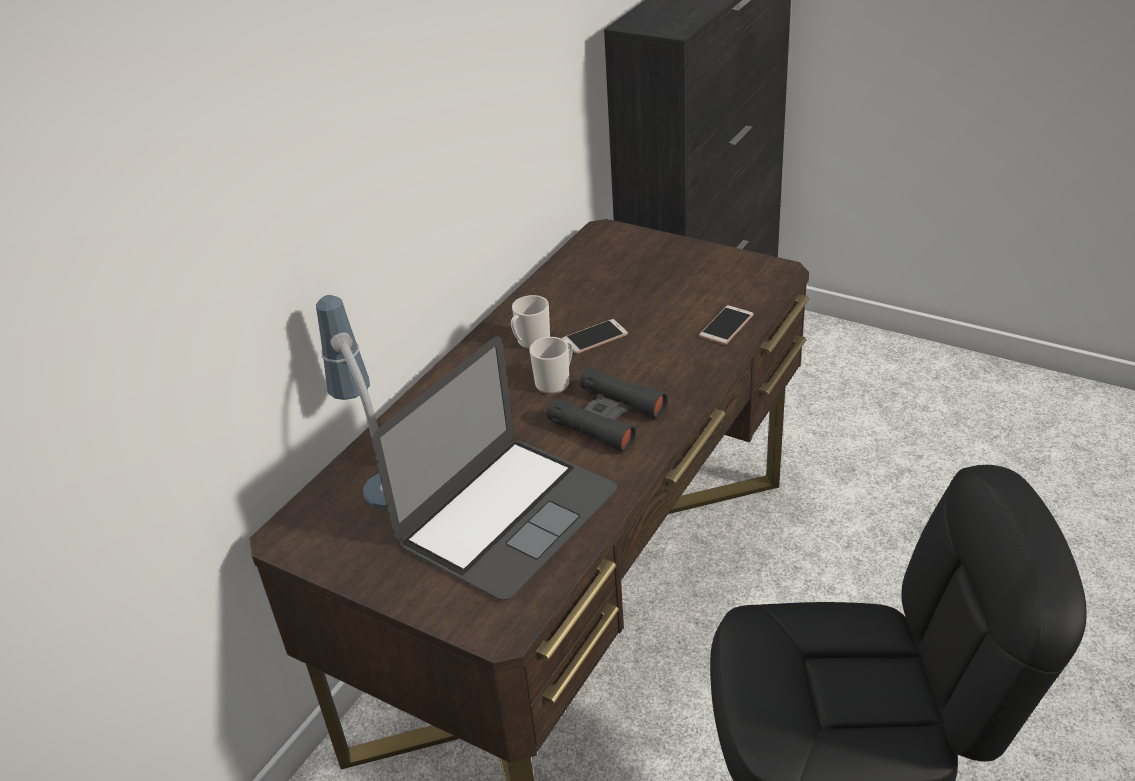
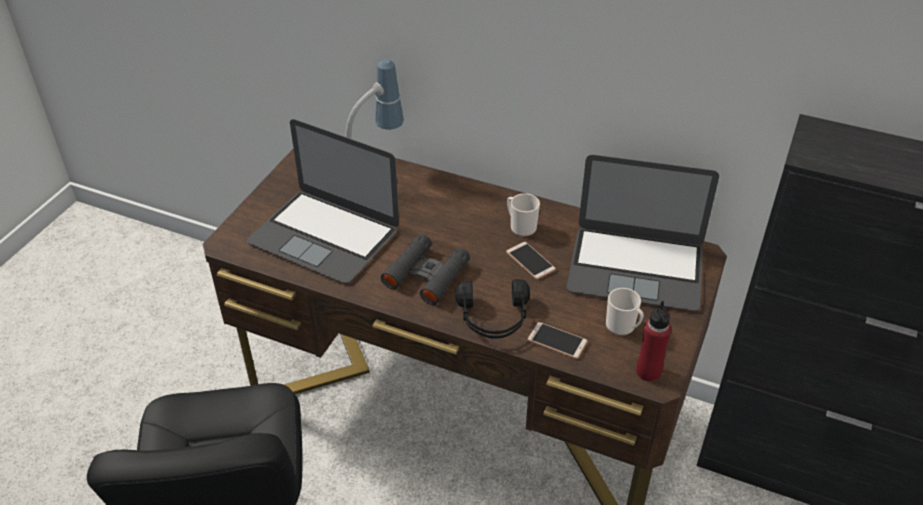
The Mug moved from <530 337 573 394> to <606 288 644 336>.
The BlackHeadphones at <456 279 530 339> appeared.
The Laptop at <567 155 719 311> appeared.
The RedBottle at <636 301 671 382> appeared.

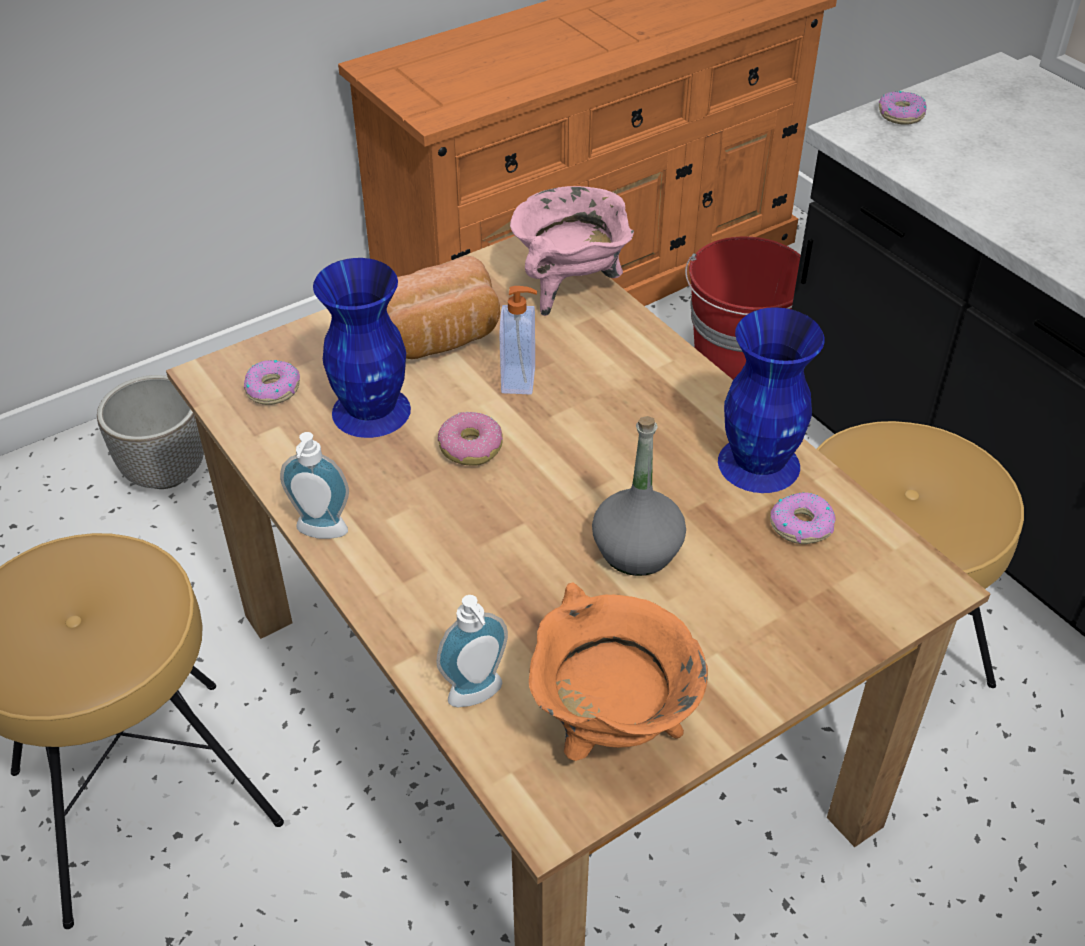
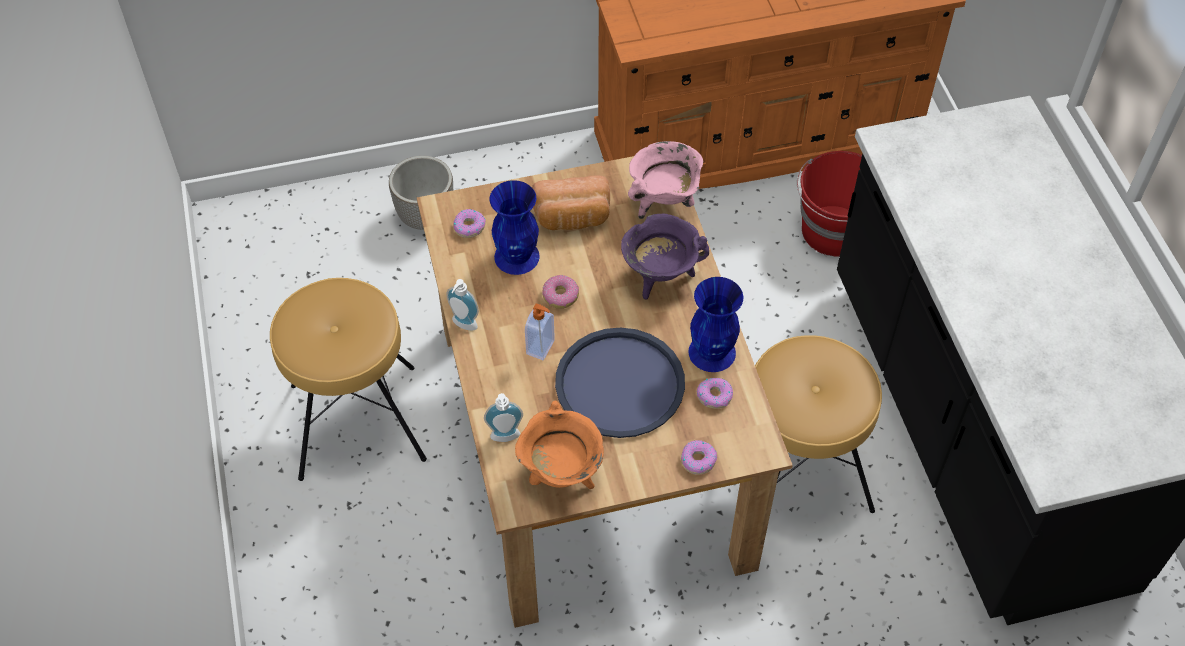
The SoapDispenser moved from <500 286 537 395> to <525 304 555 360>.
The GreyBottle at <592 416 686 576> was replaced by the BlueTray at <555 328 685 438>.
The Donut moved from <879 91 927 125> to <681 440 717 475>.
The PurpleCookingPot at <621 214 709 300> appeared.

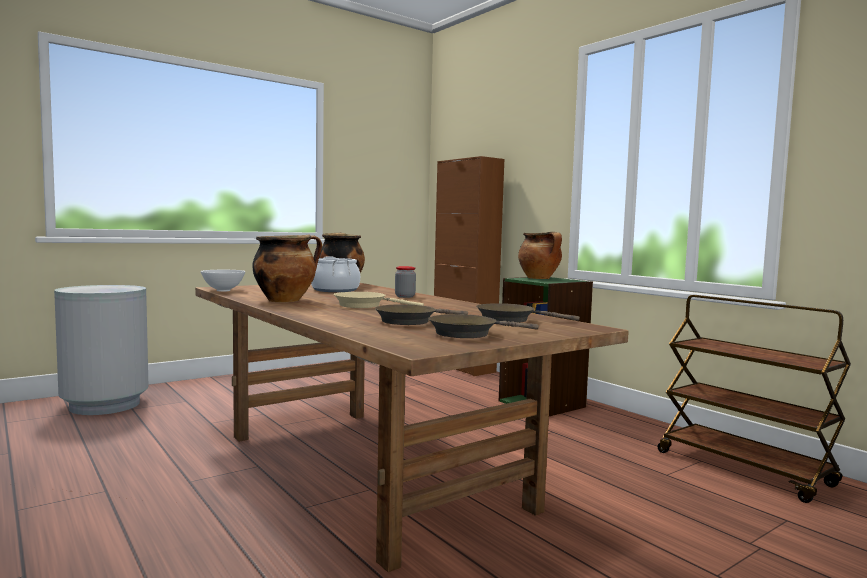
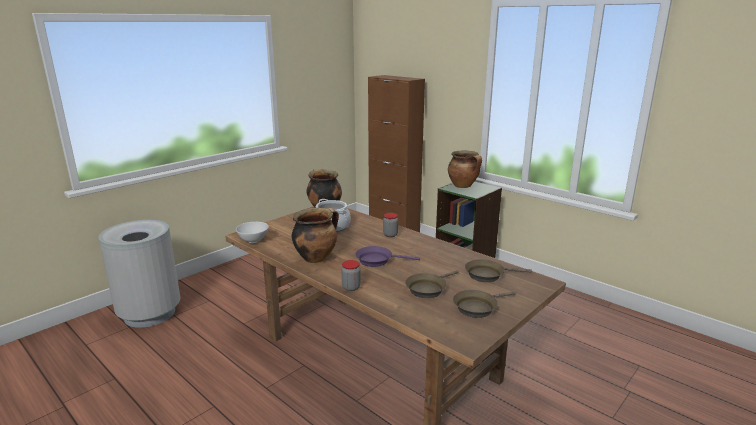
The BeigeFryingPan at <334 292 424 308> became the PurpleFryingPan at <355 246 420 267>.
The BrownCart at <658 295 851 503> disappeared.
The Jar at <341 260 361 291> appeared.

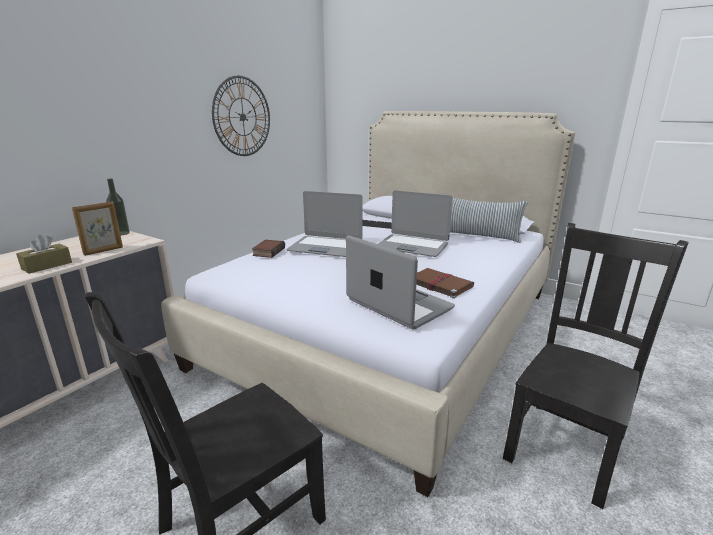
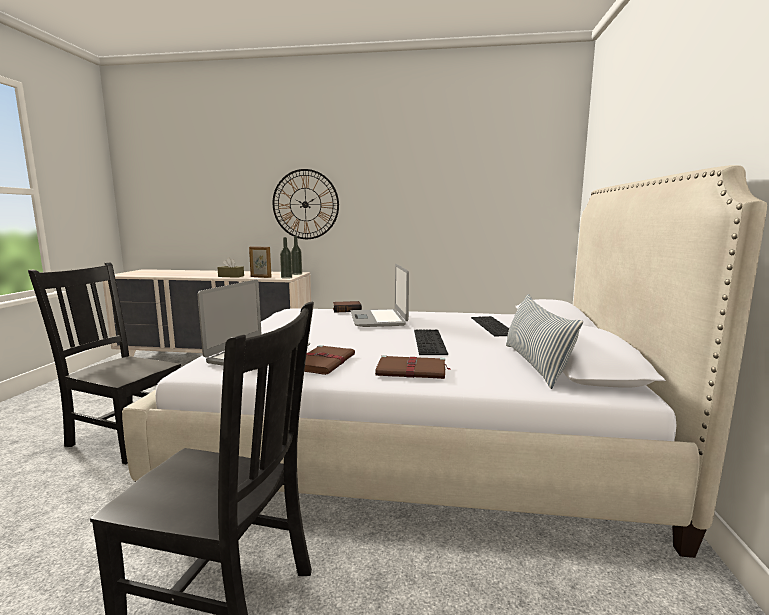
The WallClock moved from <212 76 270 156> to <273 169 339 239>.
The Laptop at <378 190 453 257> was replaced by the Keyboard at <414 329 448 355>.
The Bottle at <280 237 292 279> appeared.
The BrownBook at <375 355 451 379> appeared.

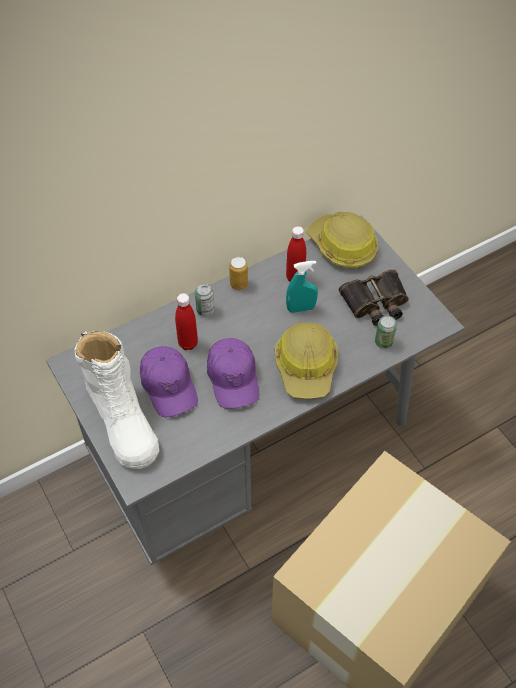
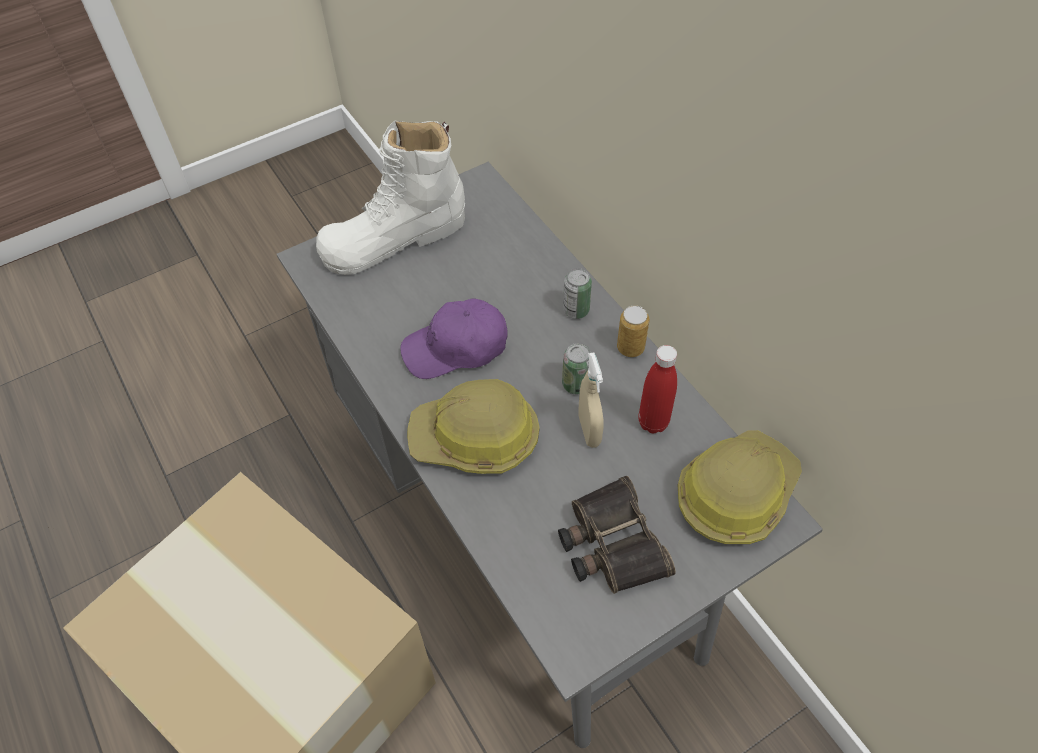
The PurpleCap at <140 346 198 417> disappeared.
The RedBottle at <175 293 198 350> disappeared.
The TurquoiseSprayBottle at <286 261 318 313> became the BeigeSprayBottle at <579 353 604 448>.
The Can moved from <375 315 397 349> to <562 343 591 394>.

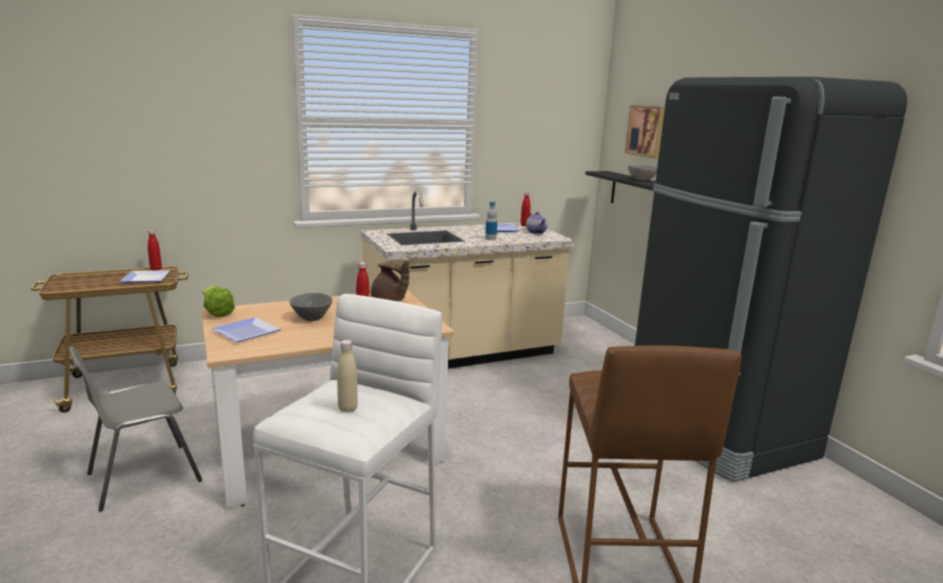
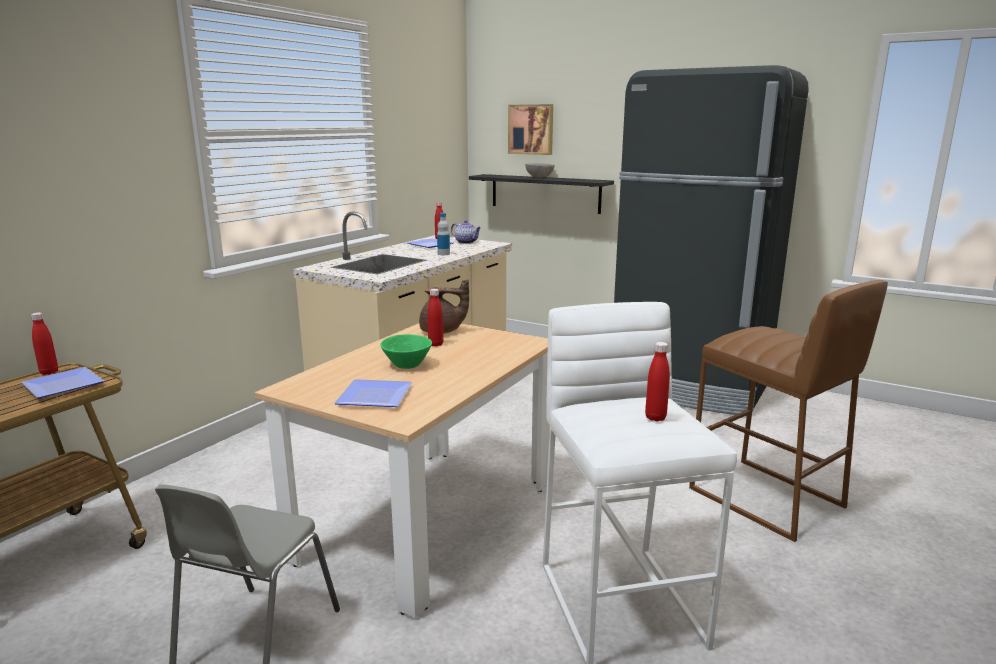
The Lettuce at <203 286 235 317> disappeared.
The GreyBowl at <289 293 333 321> became the GreenBowl at <380 334 432 369>.
The BeigeBottle at <337 340 358 413> became the RedBottle at <645 342 670 421>.

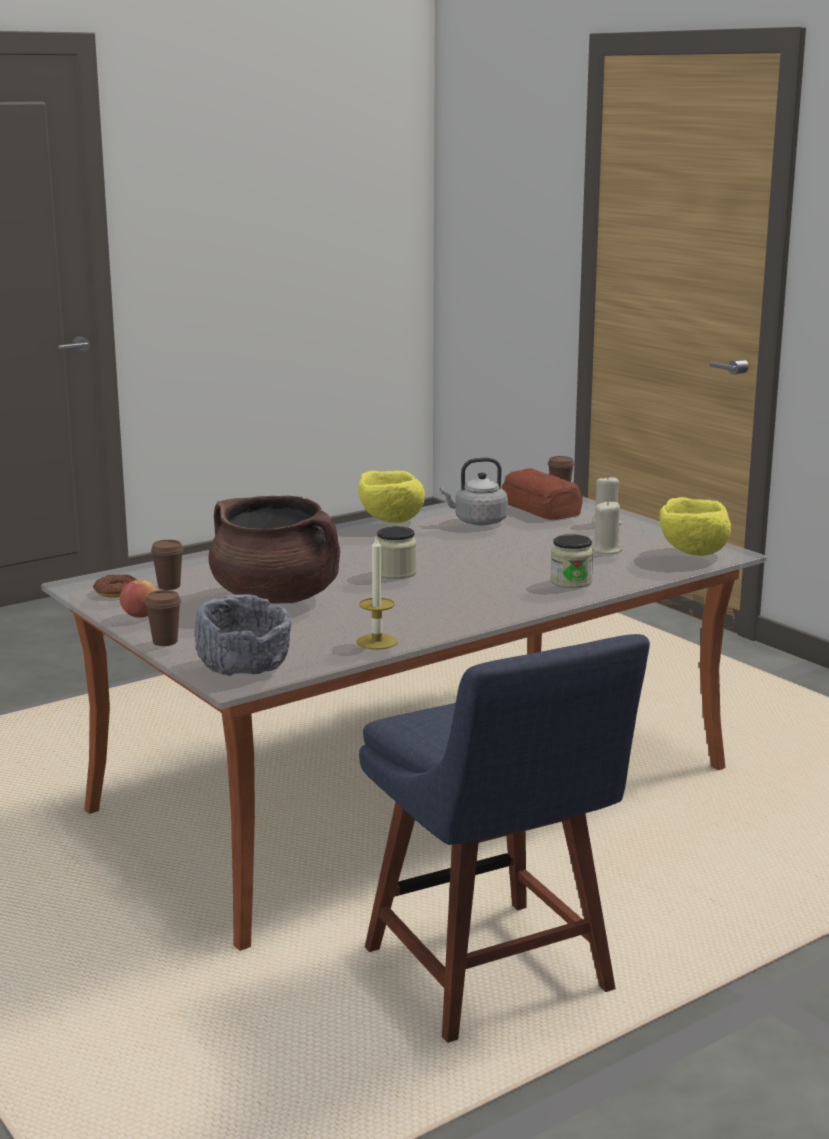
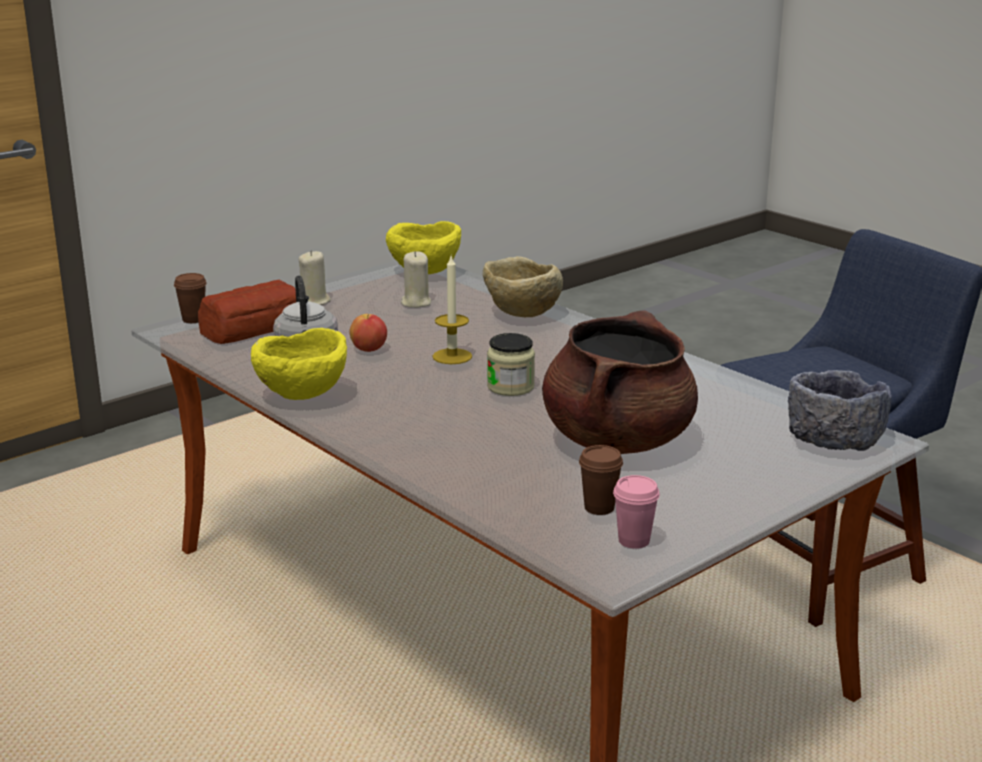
The Donut at <93 574 136 598> was replaced by the PinkCup at <613 475 660 549>.
The Apple moved from <119 579 158 618> to <349 314 387 352>.
The BrownCup at <145 590 181 646> disappeared.
The Candle moved from <357 535 398 650> to <432 256 472 364>.
The Jar at <550 534 593 588> was replaced by the BeigeBowl at <483 256 563 317>.

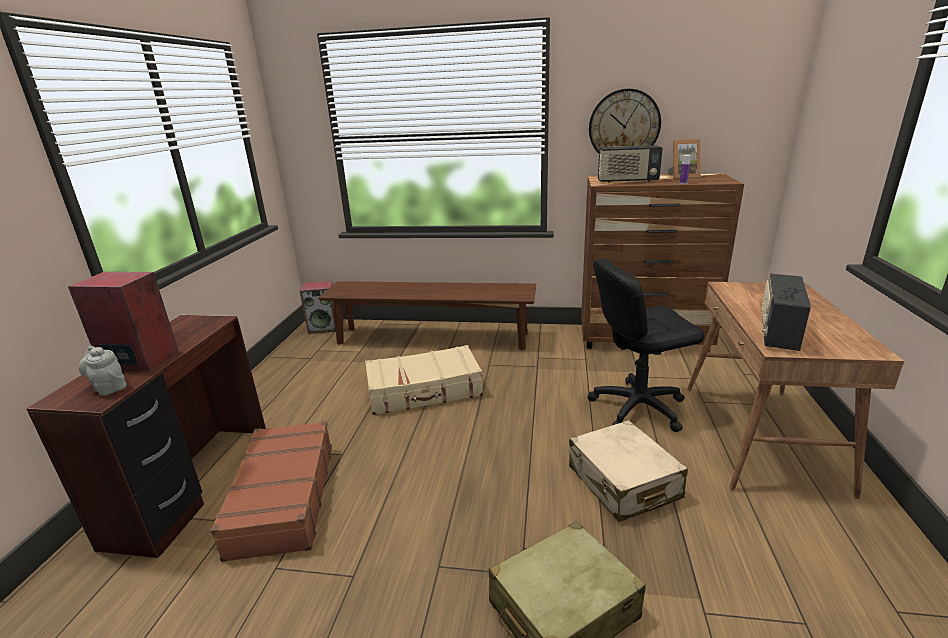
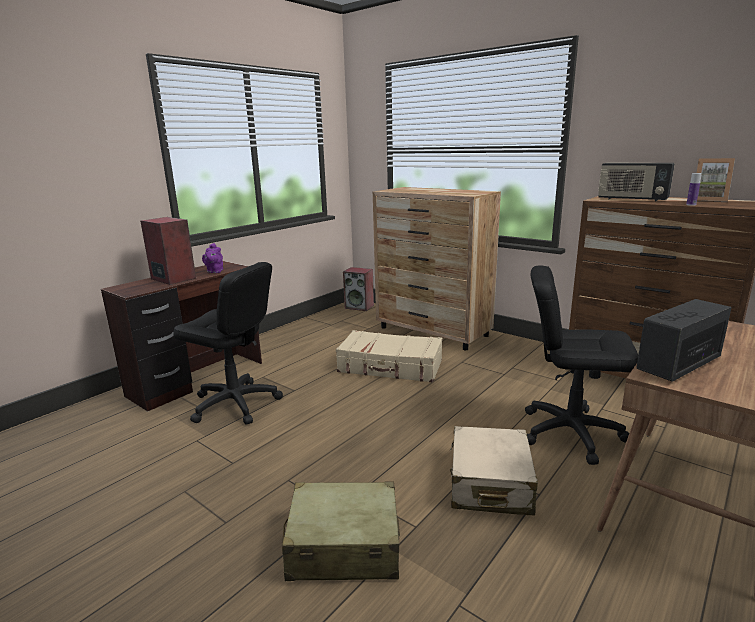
The GreyTeapot at <79 346 127 396> disappeared.
The BrownSuitcase at <210 421 332 562> was replaced by the BlackOfficeChair at <173 262 283 425>.
The BrownBench at <318 281 536 350> was replaced by the BrownDresser at <373 187 501 350>.
The WallClock at <589 89 661 154> disappeared.
The PurpleTeapot at <202 243 223 273> appeared.

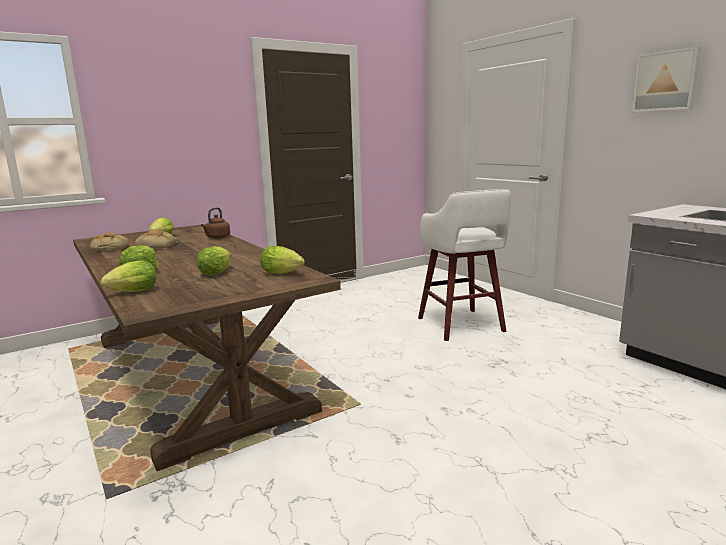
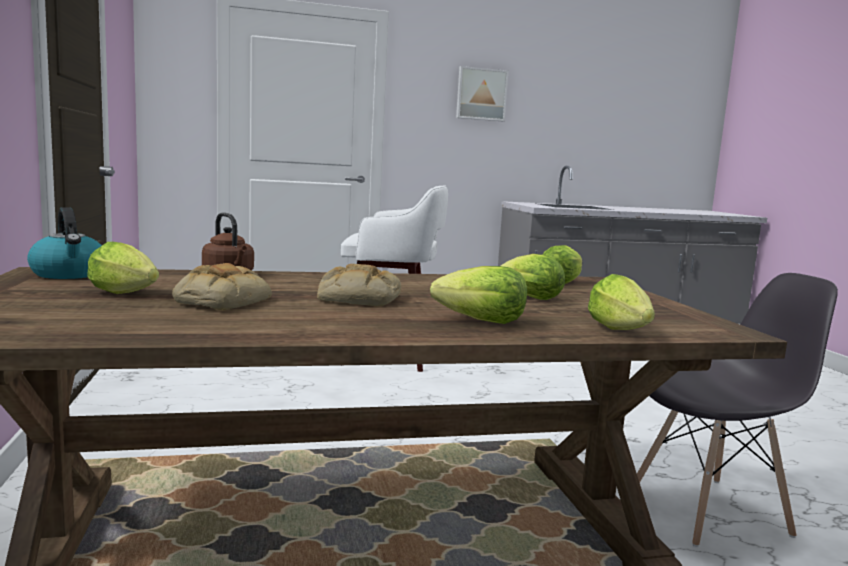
The Bread moved from <90 232 129 252> to <317 264 401 306>.
The Kettle at <27 207 102 279> appeared.
The GreyChair at <637 273 838 547> appeared.

